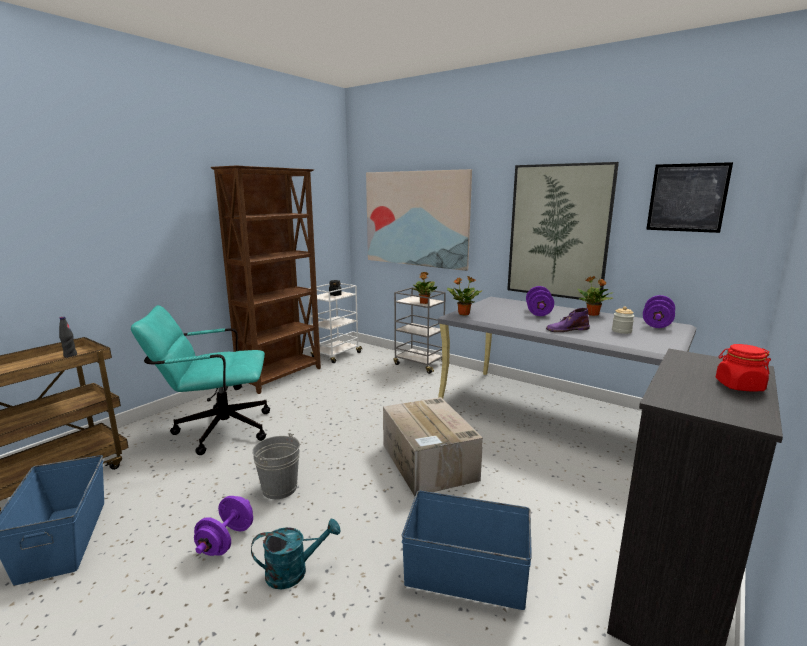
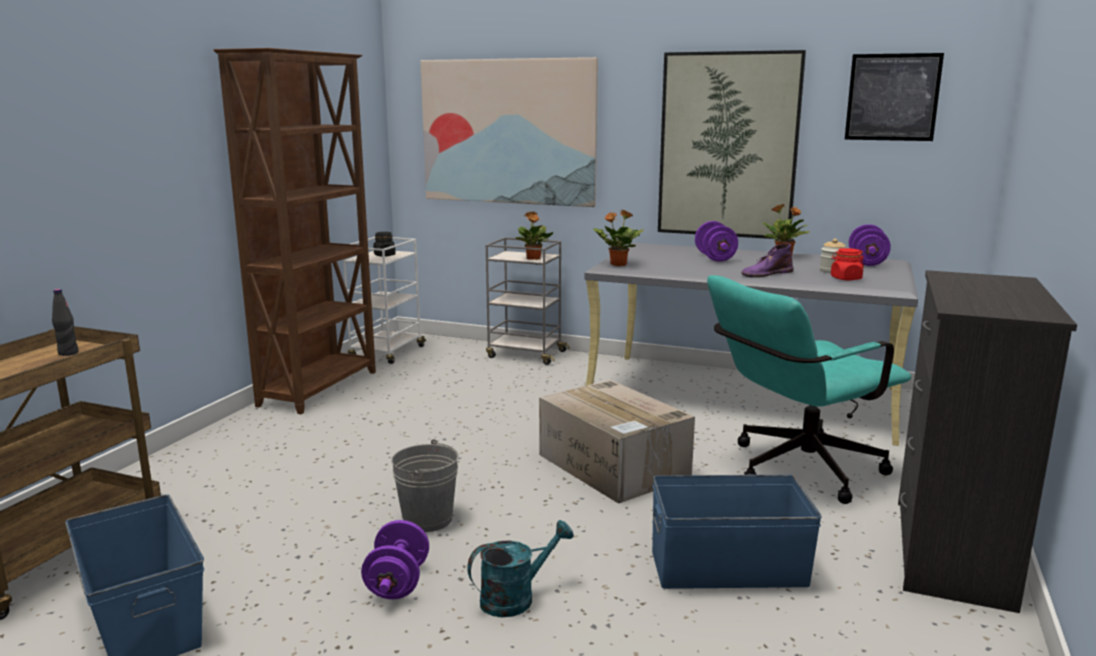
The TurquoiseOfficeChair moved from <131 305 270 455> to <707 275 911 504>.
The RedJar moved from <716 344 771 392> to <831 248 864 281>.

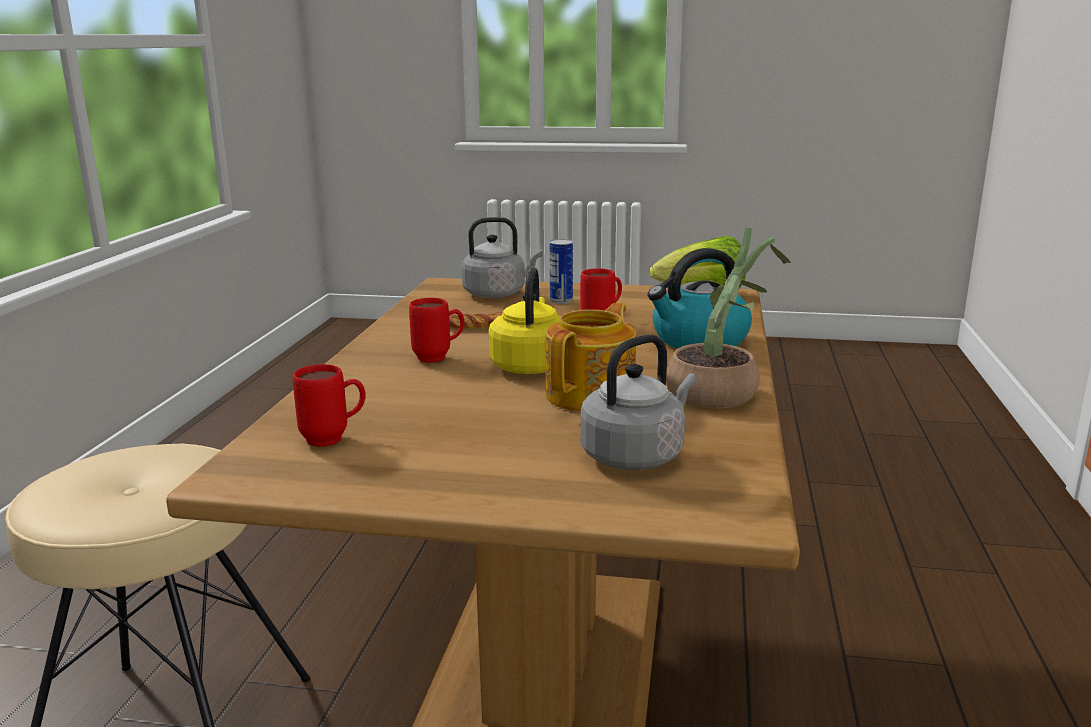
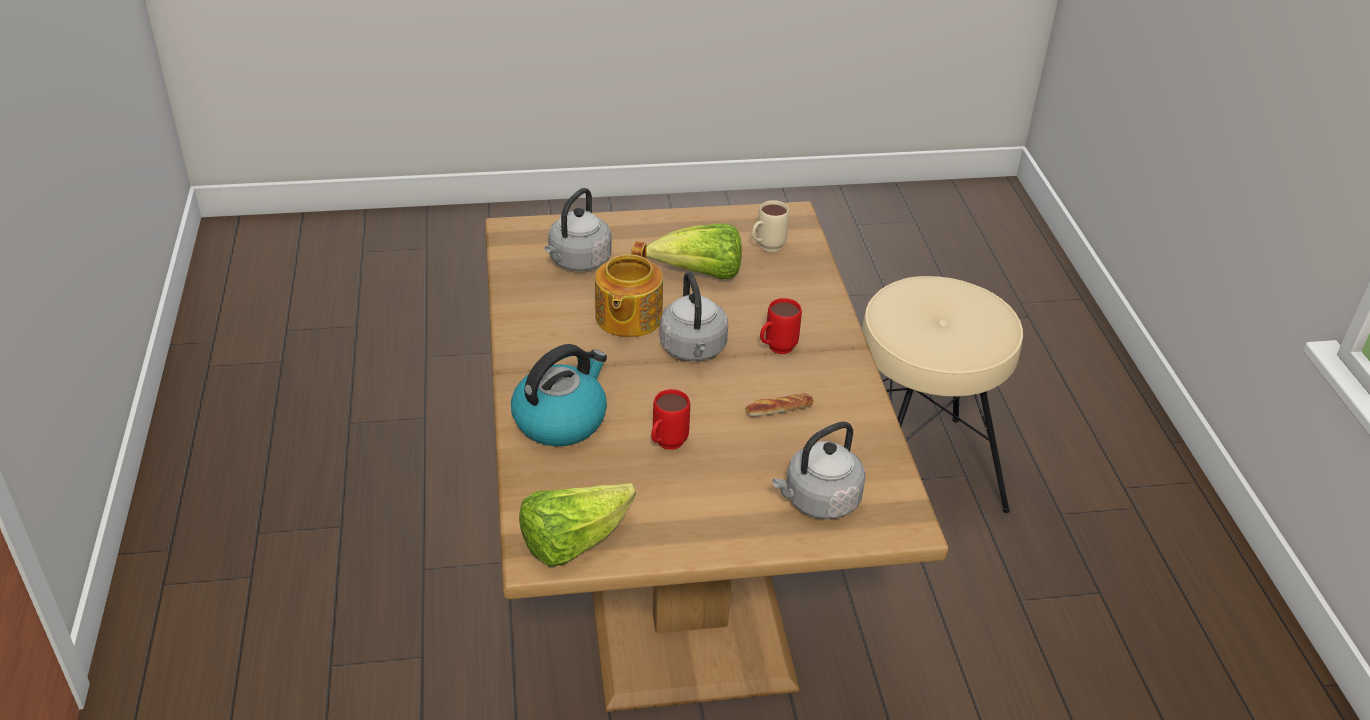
The RedMug at <293 364 365 447> became the BeigeMug at <752 200 789 252>.
The YellowKettle at <489 267 560 374> became the GreyKettle at <660 272 728 361>.
The Can at <549 239 573 304> disappeared.
The PottedPlant at <666 227 790 408> disappeared.
The Lettuce at <646 223 742 279> appeared.

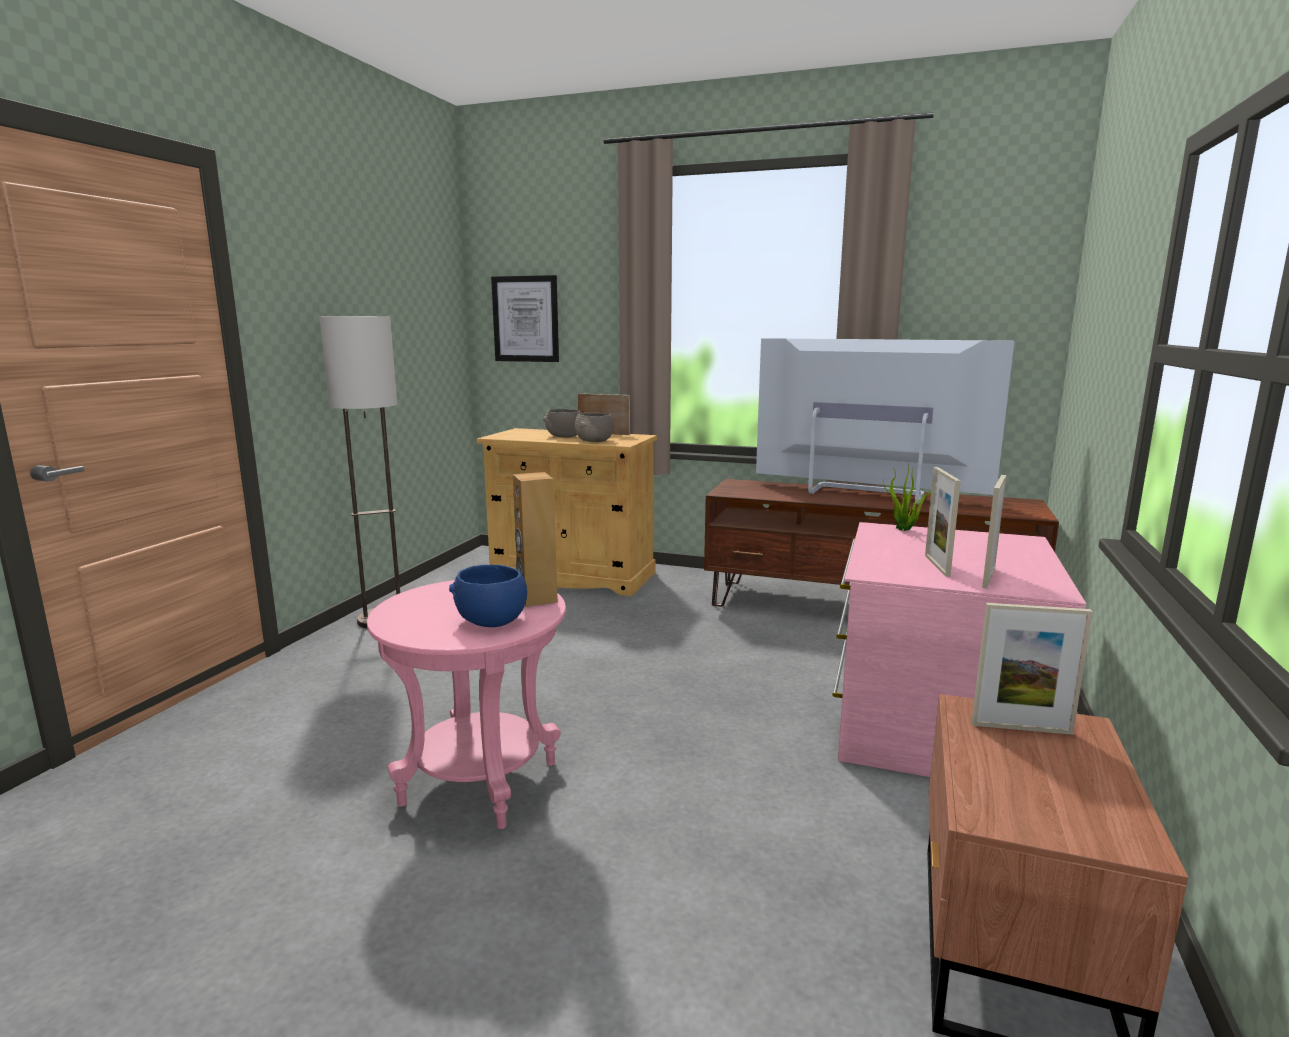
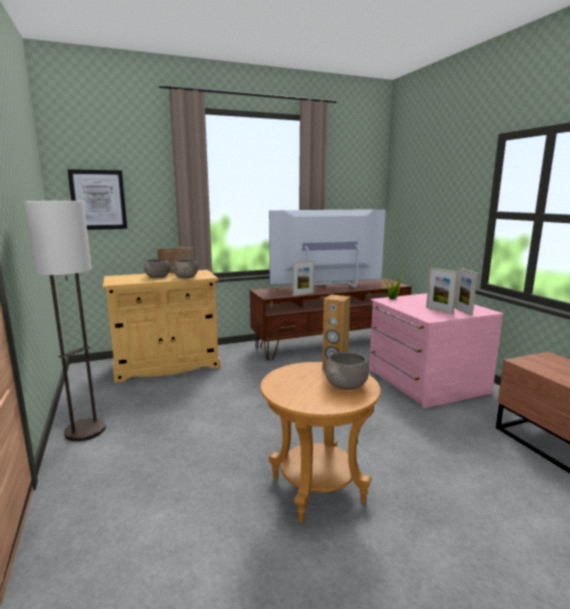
The PinkSideTable at <367 580 566 829> became the BrownSideTable at <261 362 381 523>.
The BlueBowl at <449 564 527 627> became the GreyBowl at <325 352 369 390>.
The PictureFrame moved from <971 603 1093 735> to <293 260 314 296>.

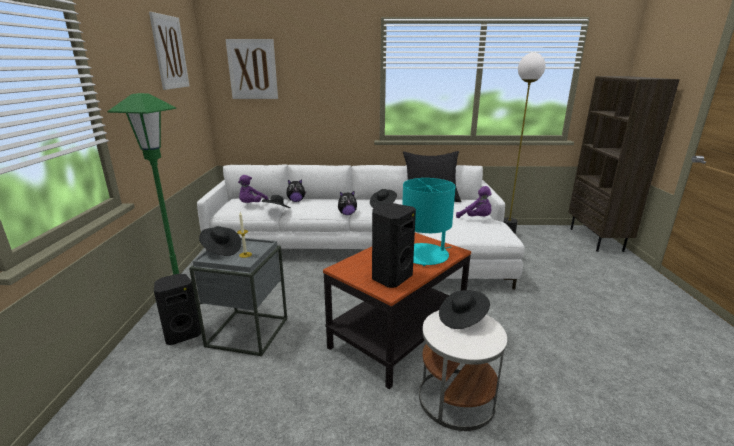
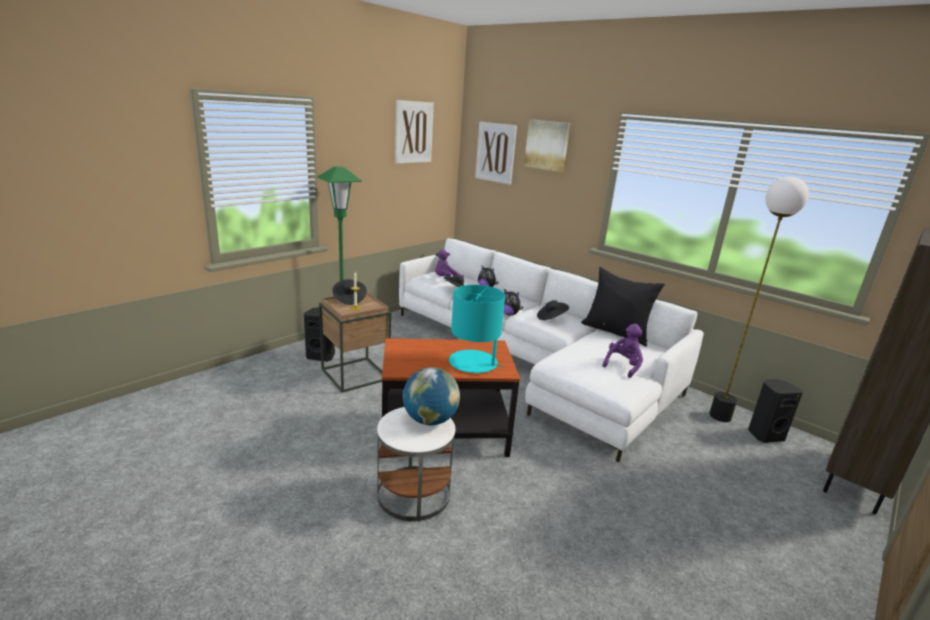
The GreySideTable at <189 238 287 356> became the BrownSideTable at <319 292 391 393>.
The BlackSpeaker moved from <372 203 416 288> to <748 379 803 443>.
The BlackHat at <439 290 490 329> was replaced by the Globe at <403 367 460 425>.
The PurplePlushToy at <456 186 492 218> turned 135 degrees counterclockwise.
The Picture at <524 119 570 172> appeared.

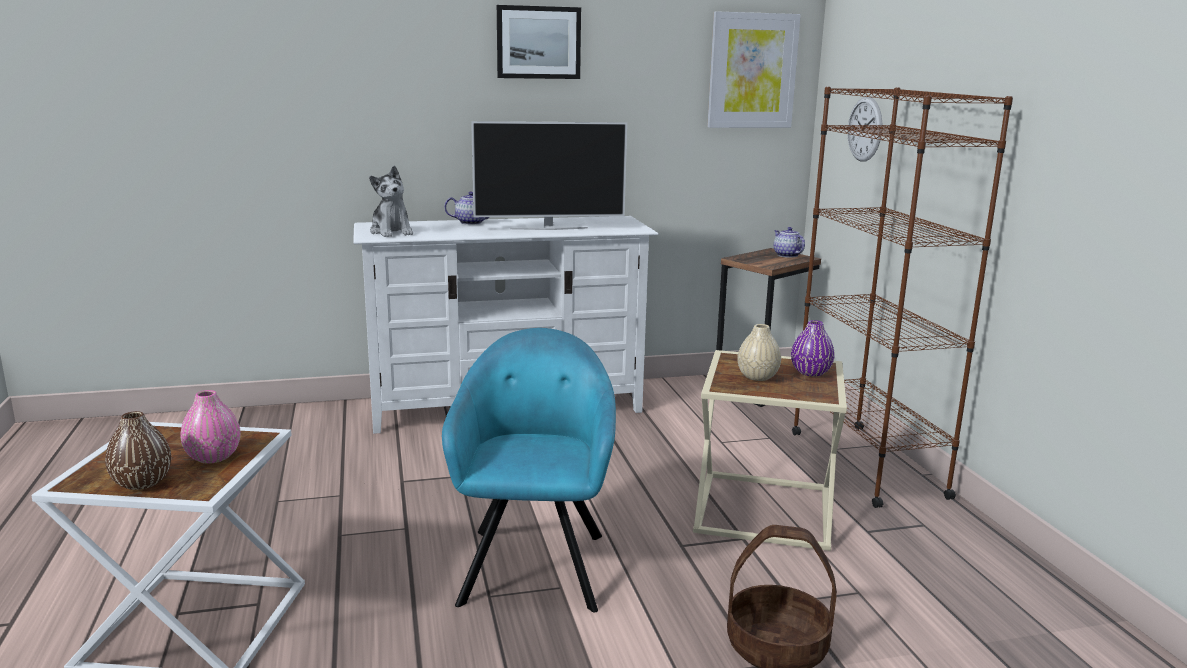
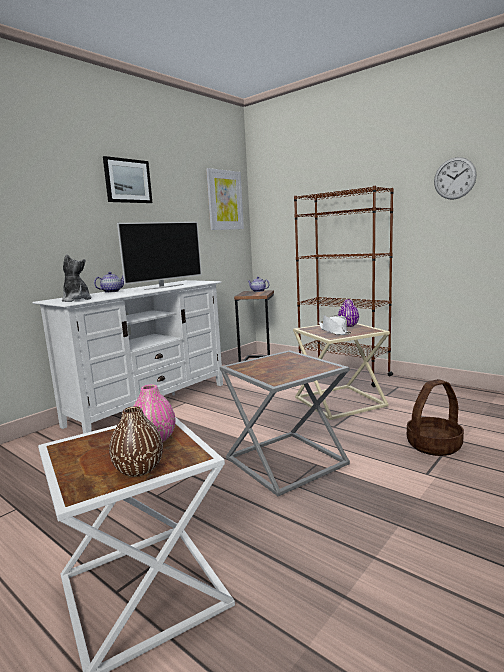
The PlushToy at <369 166 413 237> turned 150 degrees counterclockwise.
The TurquoiseArmchair at <442 328 616 612> was replaced by the GreySideTable at <220 350 350 496>.
The BeigeVase at <737 324 781 381> was replaced by the WhiteHat at <319 315 351 335>.
The WallClock moved from <847 97 882 162> to <434 157 477 200>.

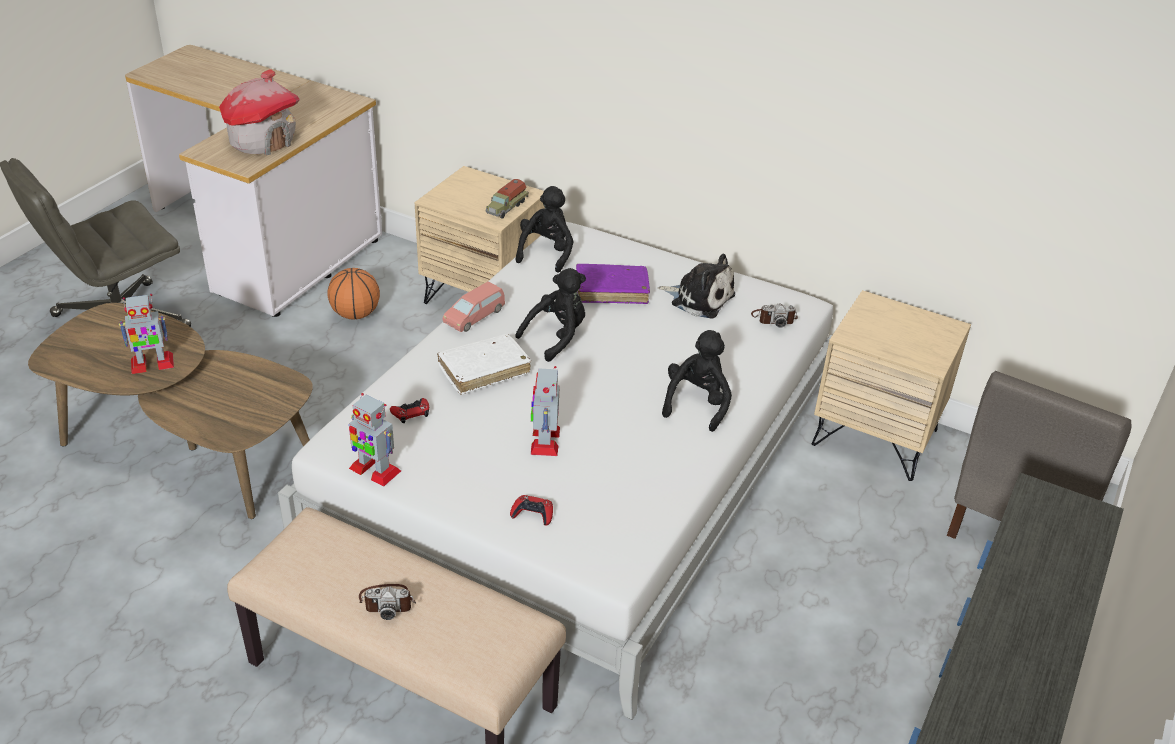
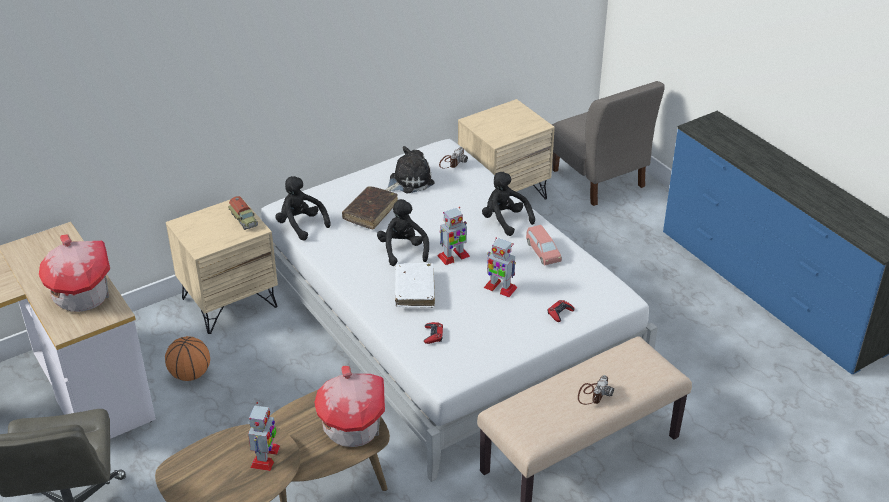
The ToyRobot moved from <349 393 401 487> to <437 207 470 265>.
The PinkToyCar moved from <443 282 505 332> to <526 225 562 265>.
The PurpleBook at <576 264 650 304> became the BrownBook at <342 186 398 229>.
The ToyHouse at <315 366 385 447> appeared.

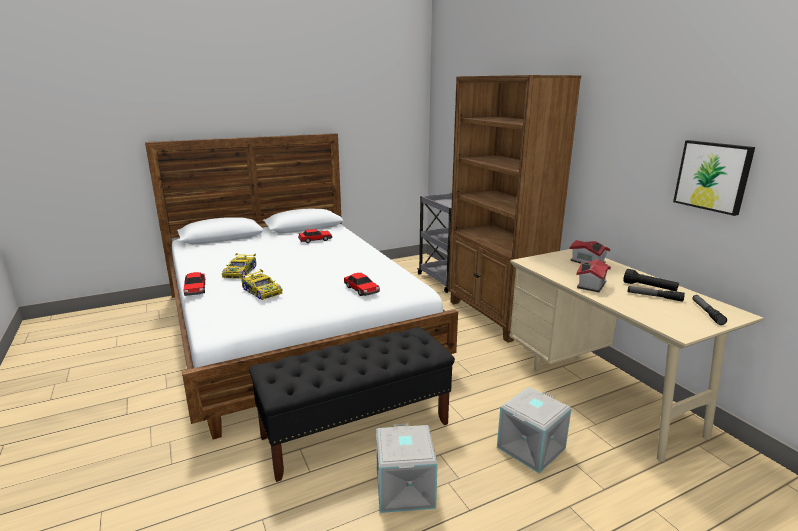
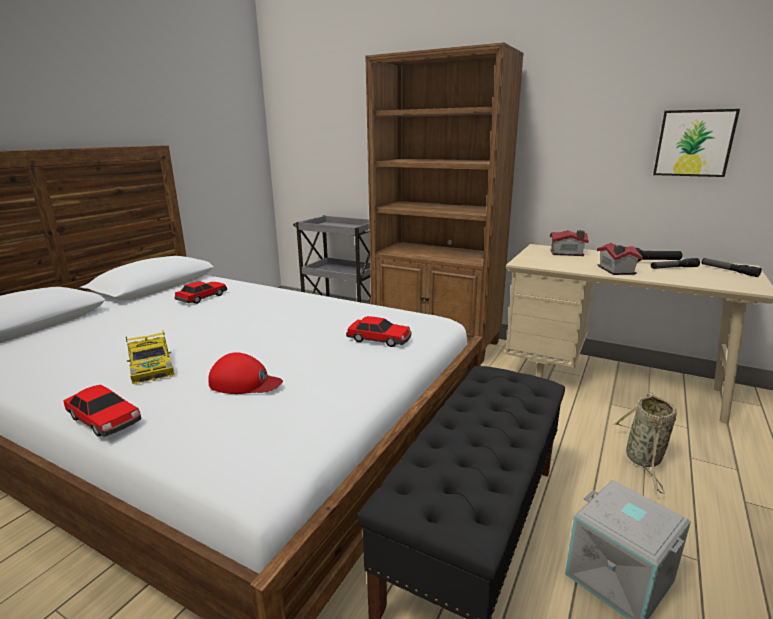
The ToyCar at <240 269 283 300> was replaced by the RedCap at <208 352 283 394>.
The GreyStorageBox at <497 387 572 473> was replaced by the Basket at <613 392 677 494>.

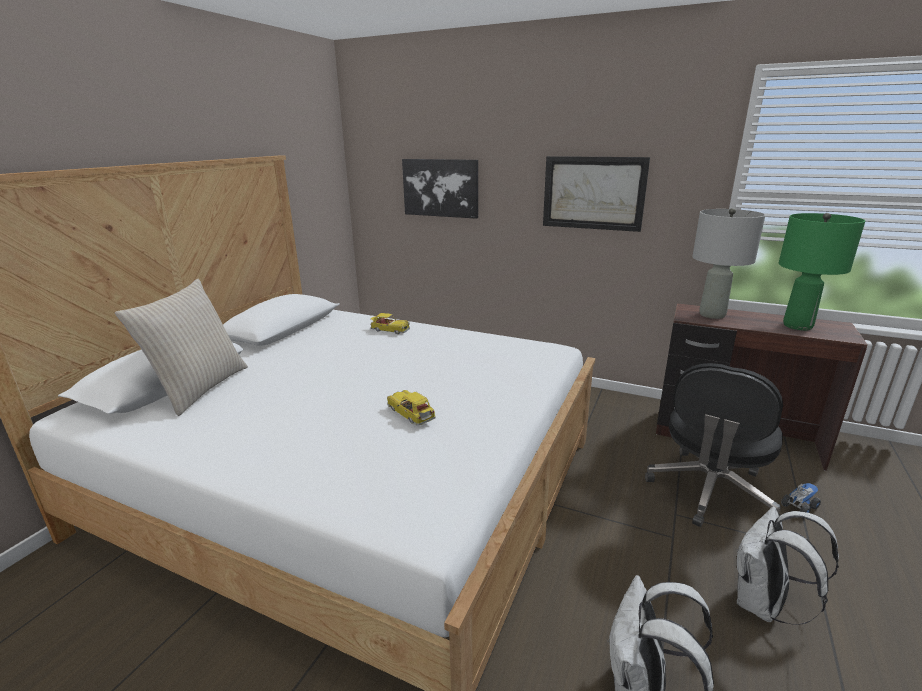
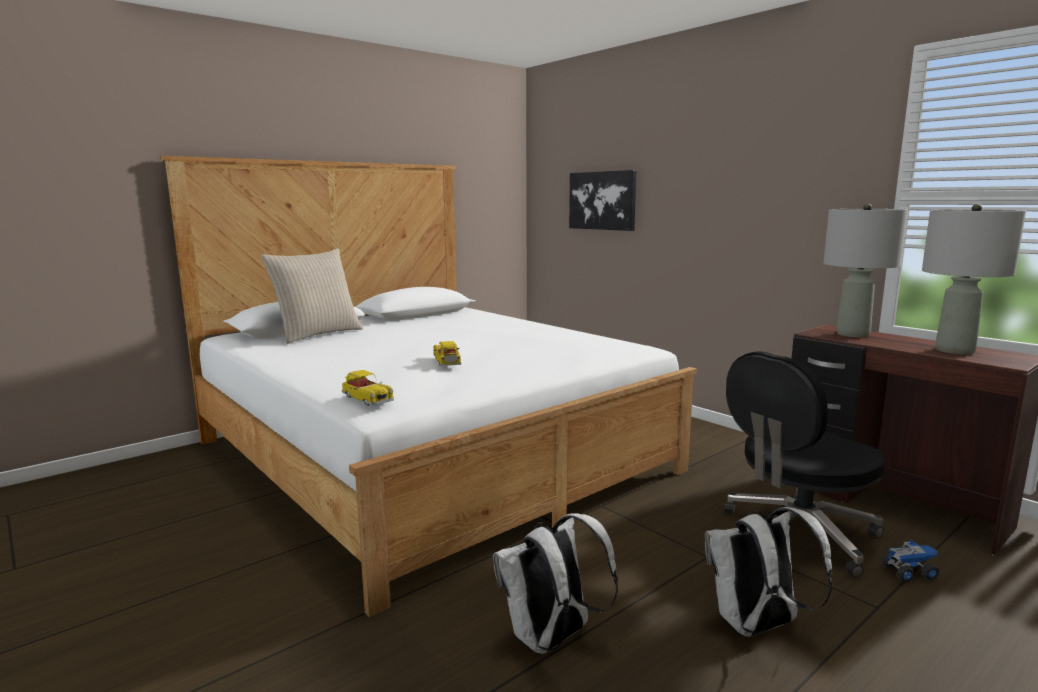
The ToyCar moved from <370 313 410 334> to <342 370 394 406>.
The Picture at <543 156 650 232> disappeared.
The GreenTableLamp at <779 213 865 330> became the GreyTableLamp at <922 204 1026 354>.

